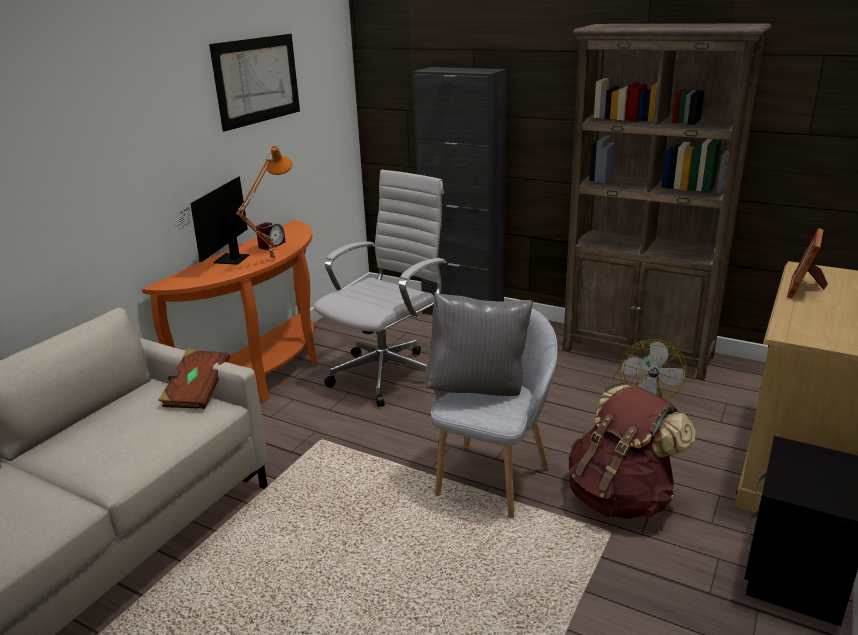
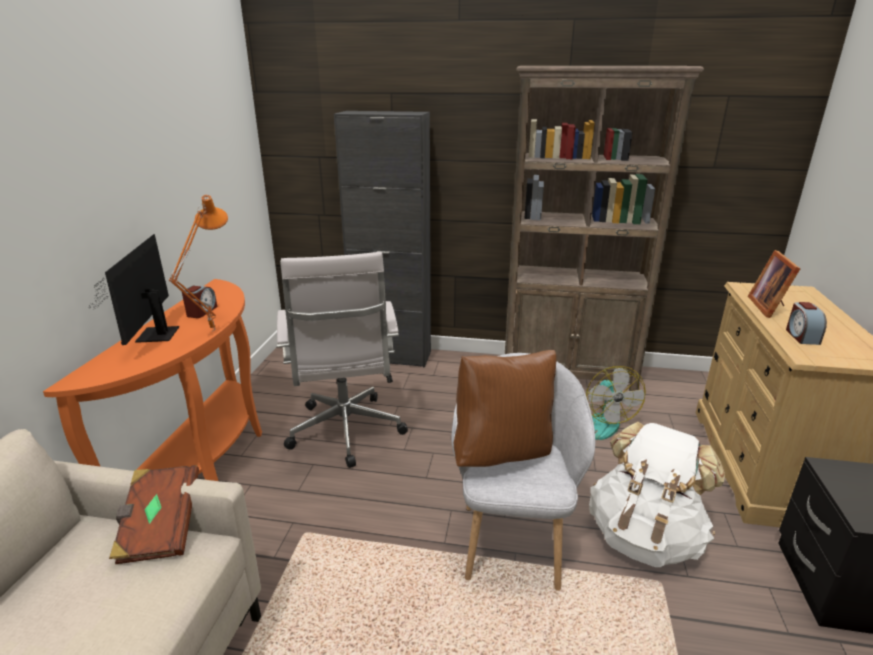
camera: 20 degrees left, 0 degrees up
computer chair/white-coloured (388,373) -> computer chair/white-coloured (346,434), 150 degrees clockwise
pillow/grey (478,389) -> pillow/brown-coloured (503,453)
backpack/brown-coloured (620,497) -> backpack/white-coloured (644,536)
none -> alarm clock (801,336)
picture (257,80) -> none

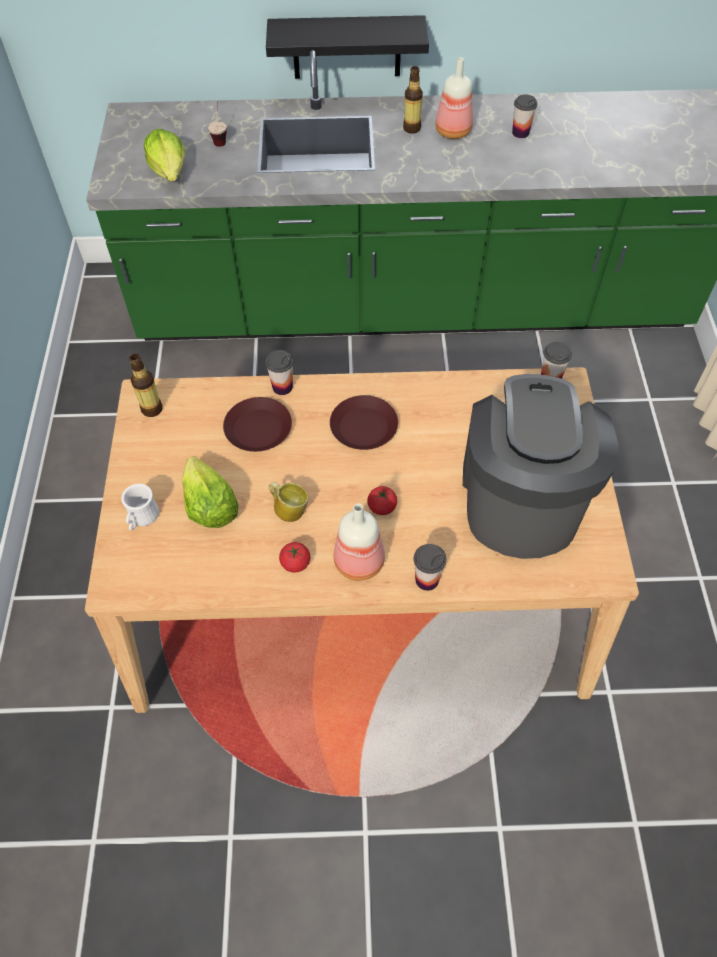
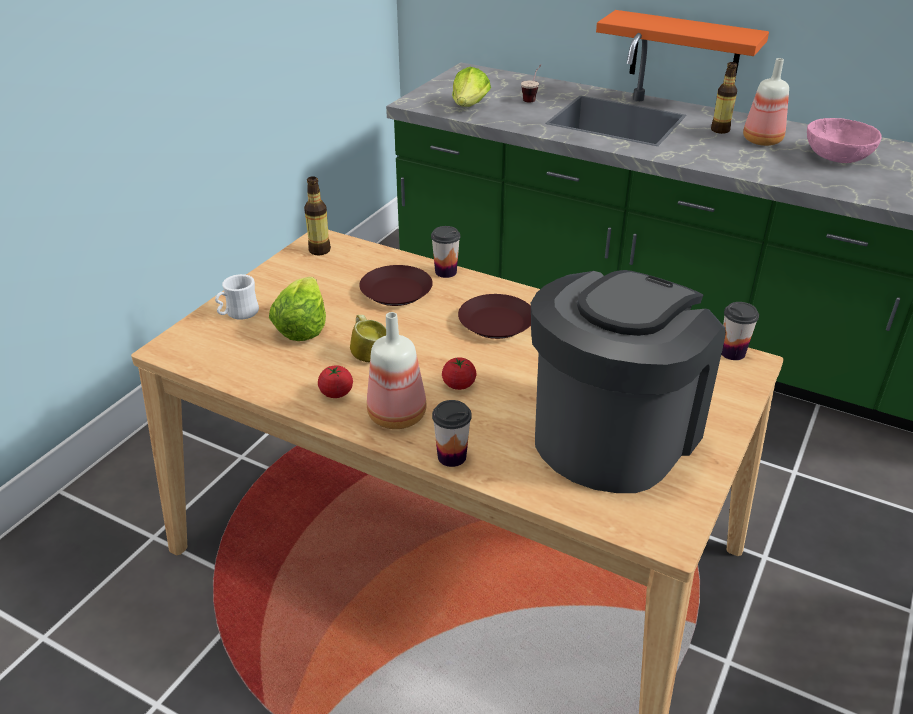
camera: 30 degrees right, 20 degrees down
shelf/blackish (346,47) -> shelf/orangey (685,51)
cup (520,133) -> serving bowl/pink (836,157)

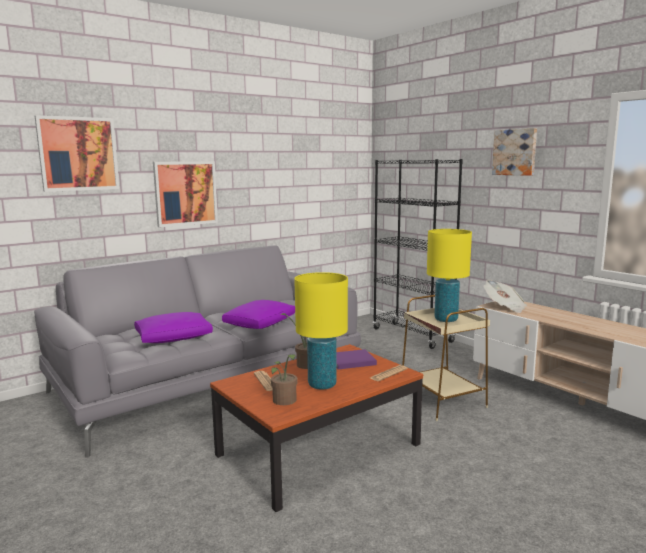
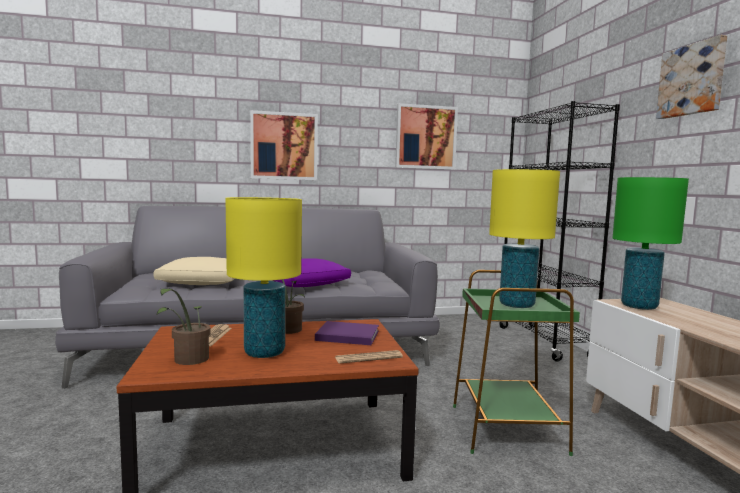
camera: 25 degrees right, 5 degrees down
pillow/purple (174,337) -> pillow/beige (203,283)
picture (78,154) -> picture (425,137), move
accent table/beige (442,402) -> accent table/greenish (506,429)
daily paper (504,307) -> lamp for a table/greenish (639,306)

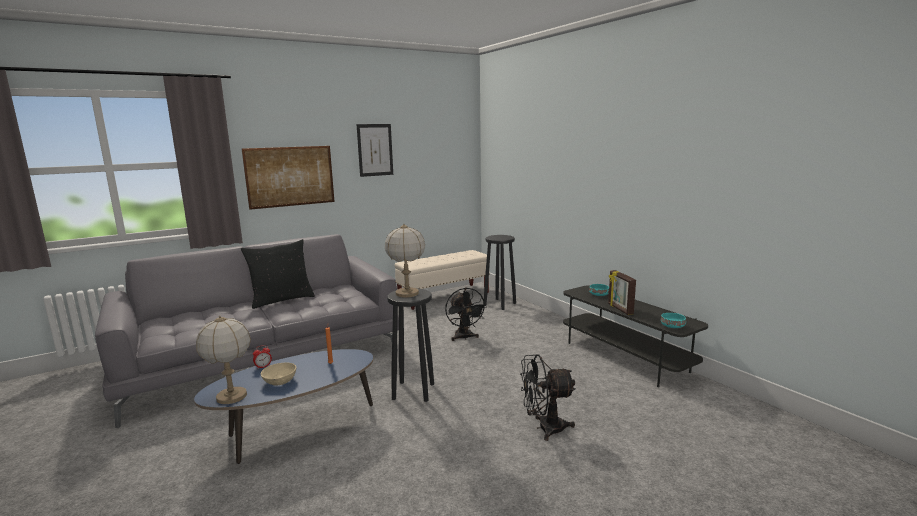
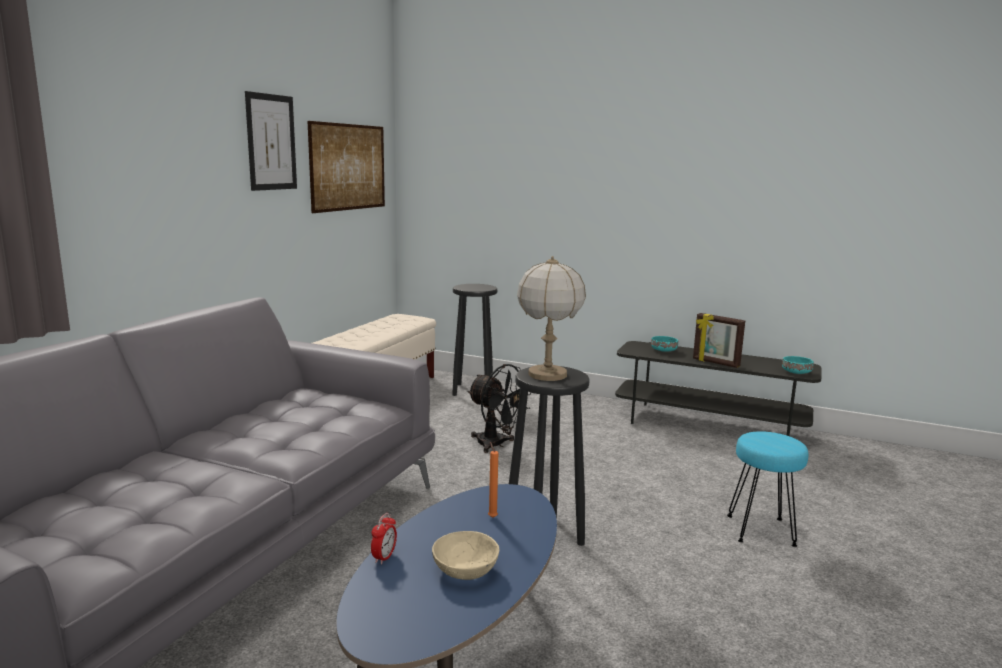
camera: 35 degrees left, 0 degrees up
picture (290,176) -> picture (348,167), move
fan/blackish (544,428) -> stool/blue-green (761,530)
lamp for a table (232,397) -> none
pillow/blackish (281,300) -> none

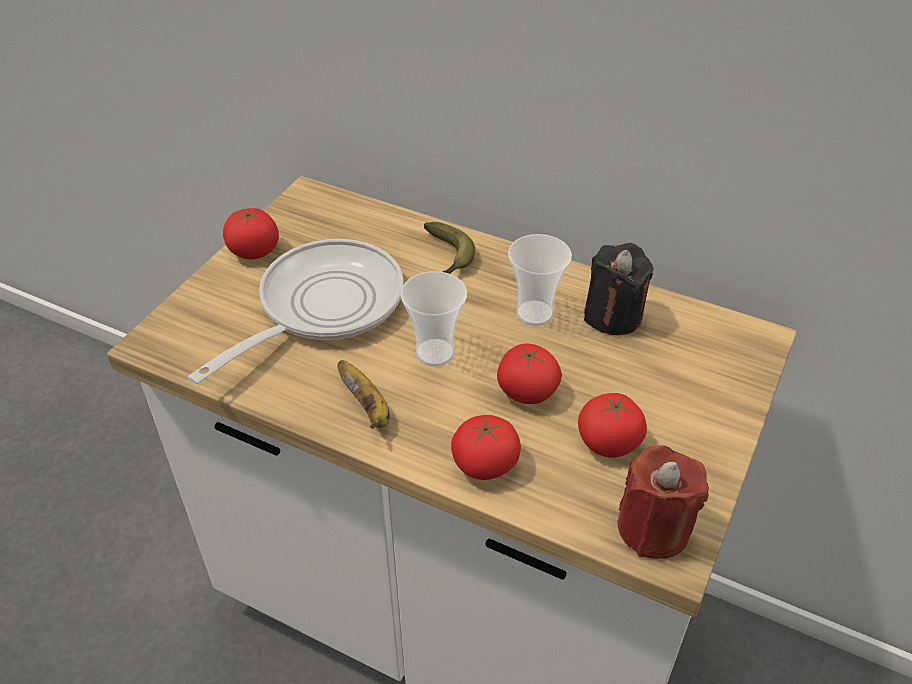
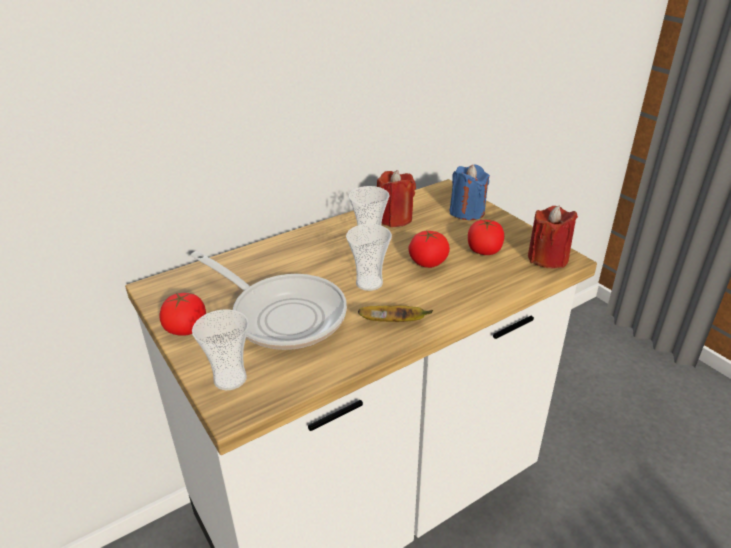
camera: 60 degrees left, 10 degrees down
frying pan (322,307) -> frying pan (282,314), 150 degrees clockwise
none -> cup (230,379)
wax light/blackish (613,316) -> wax light/red-coloured (394,218)
none -> wax light/bluish (467,212)
banana fruit (449,257) -> none
whole tomato (485,464) -> none

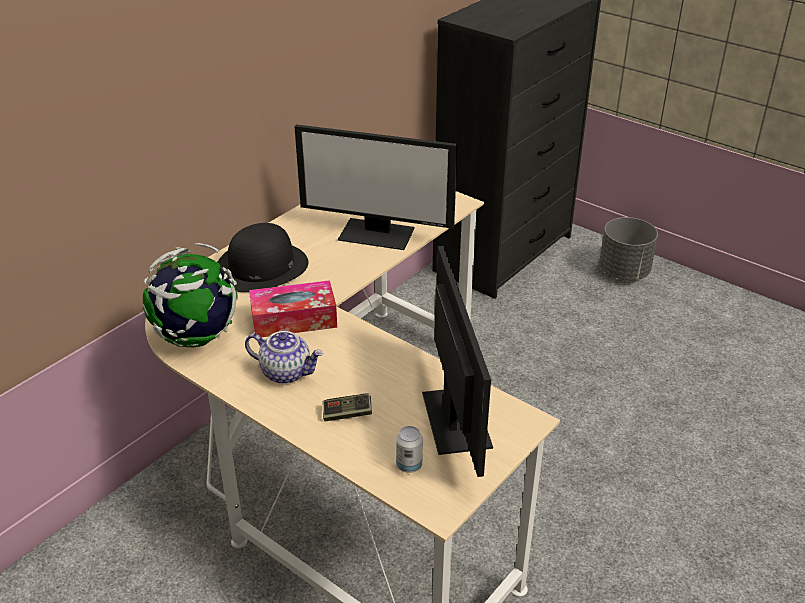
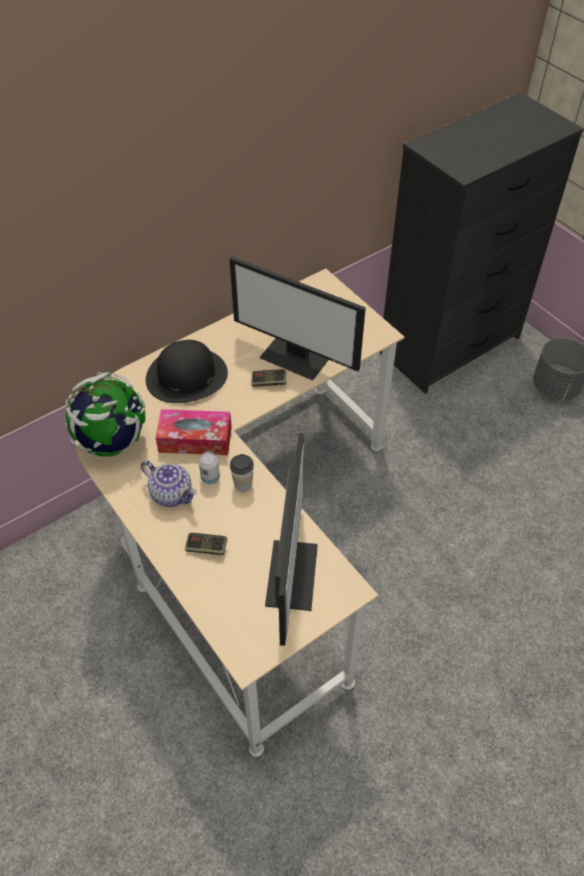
camera: 15 degrees right, 15 degrees up
metal can (409,465) -> metal can (210,478), move
none -> cup (243,484)
none -> game controller (269,382)

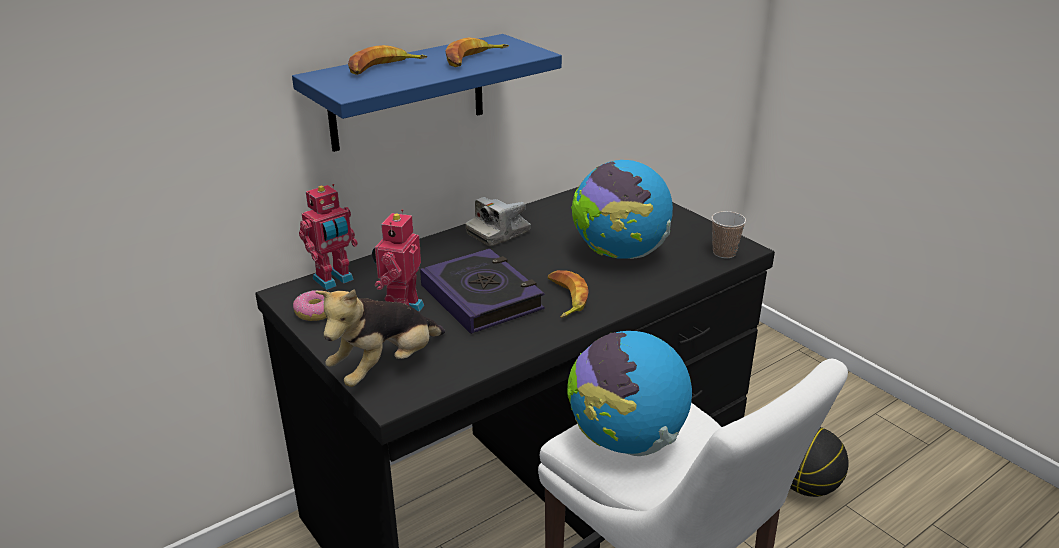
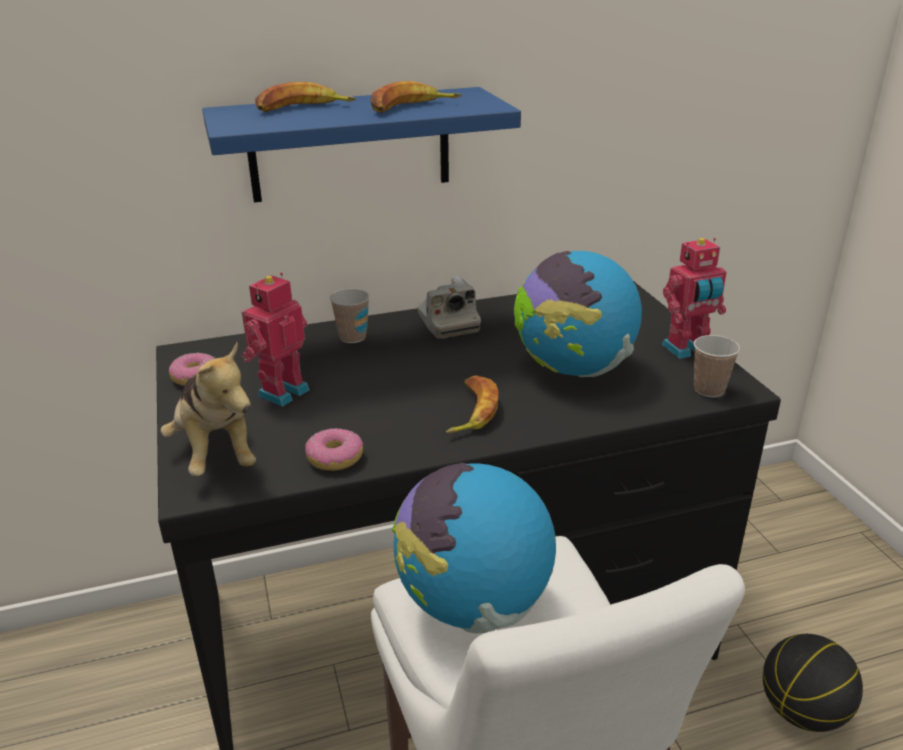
camera: 20 degrees right, 0 degrees up
soft toy (385,367) -> soft toy (216,452), 90 degrees counterclockwise
none -> doughnut (335,458)
none -> cup (352,337)
photo camera (498,233) -> photo camera (448,323), 90 degrees counterclockwise
model robot (334,280) -> model robot (687,350), move
book (482,297) -> none

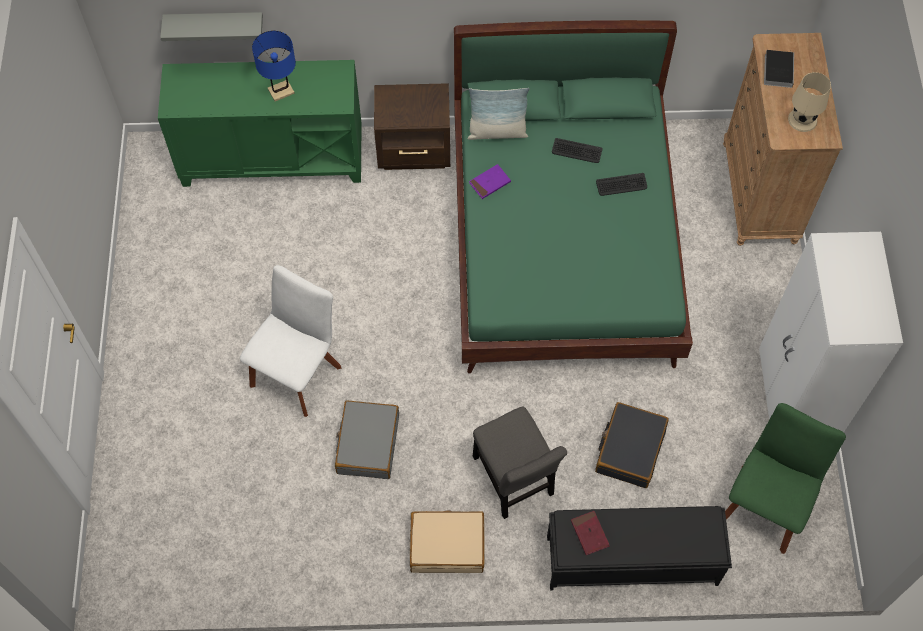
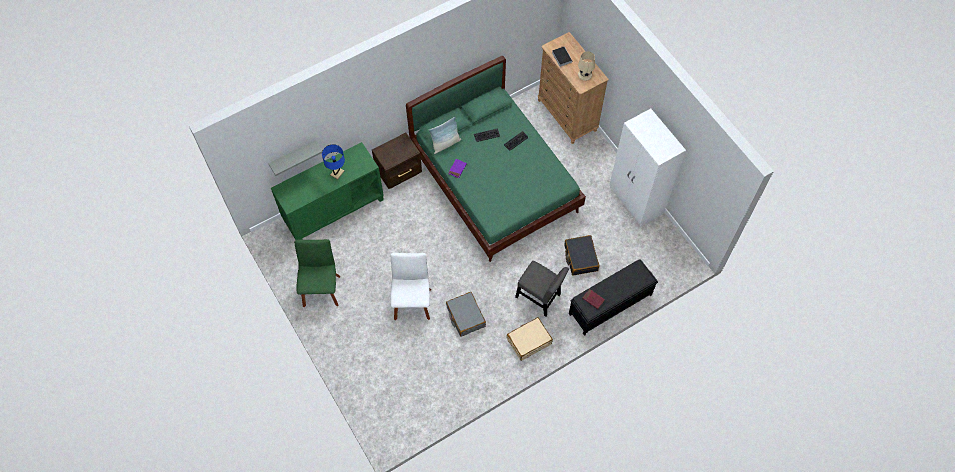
camera: 30 degrees left, 0 degrees up
chair/greenish (766,504) -> chair/greenish (321,288), move

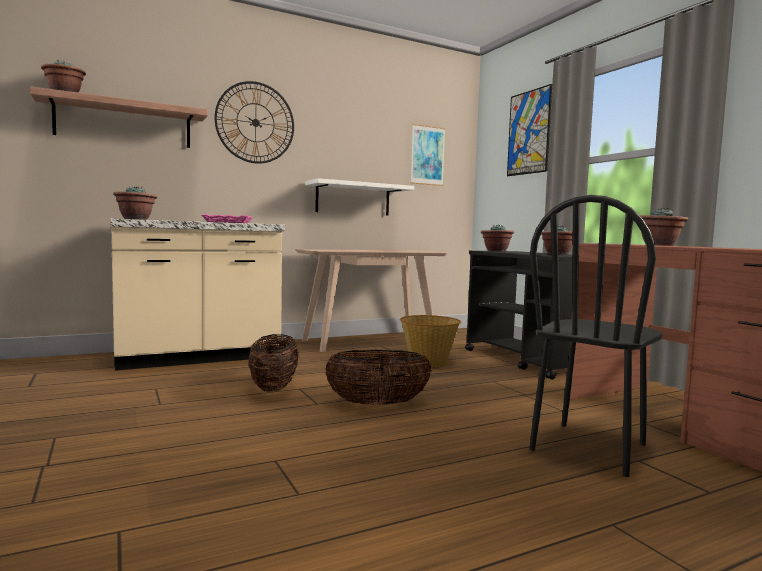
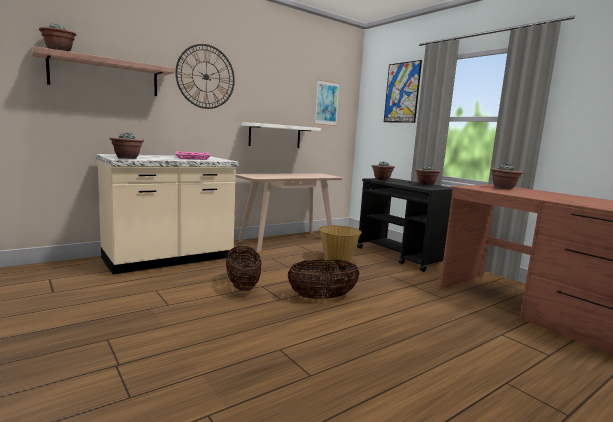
camera: 10 degrees left, 5 degrees up
chair/blackish (589,447) -> none

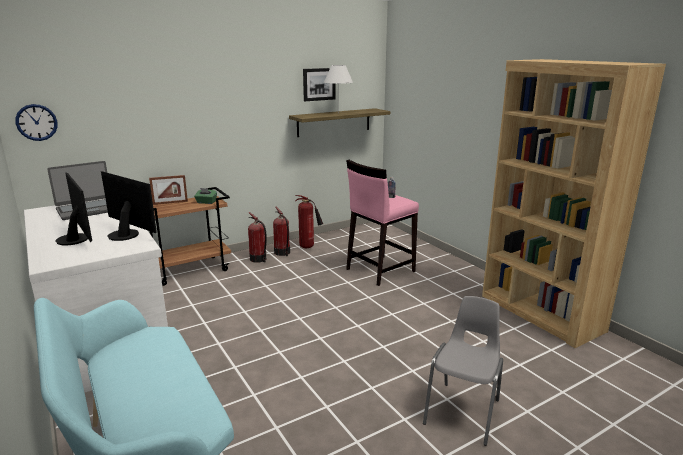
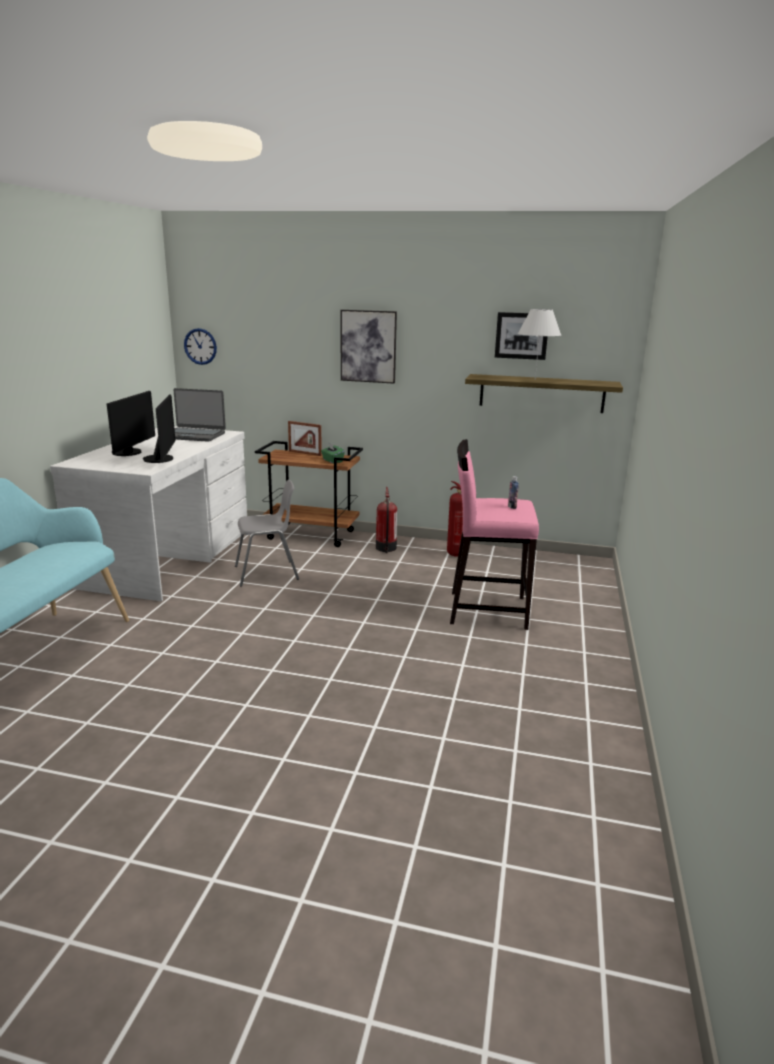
camera: 45 degrees right, 0 degrees up
chair/grey (463,412) -> chair/grey (267,573), move
none -> picture (368,346)
extinguisher (282,253) -> none
shelving unit/brown-coloured (540,313) -> none

